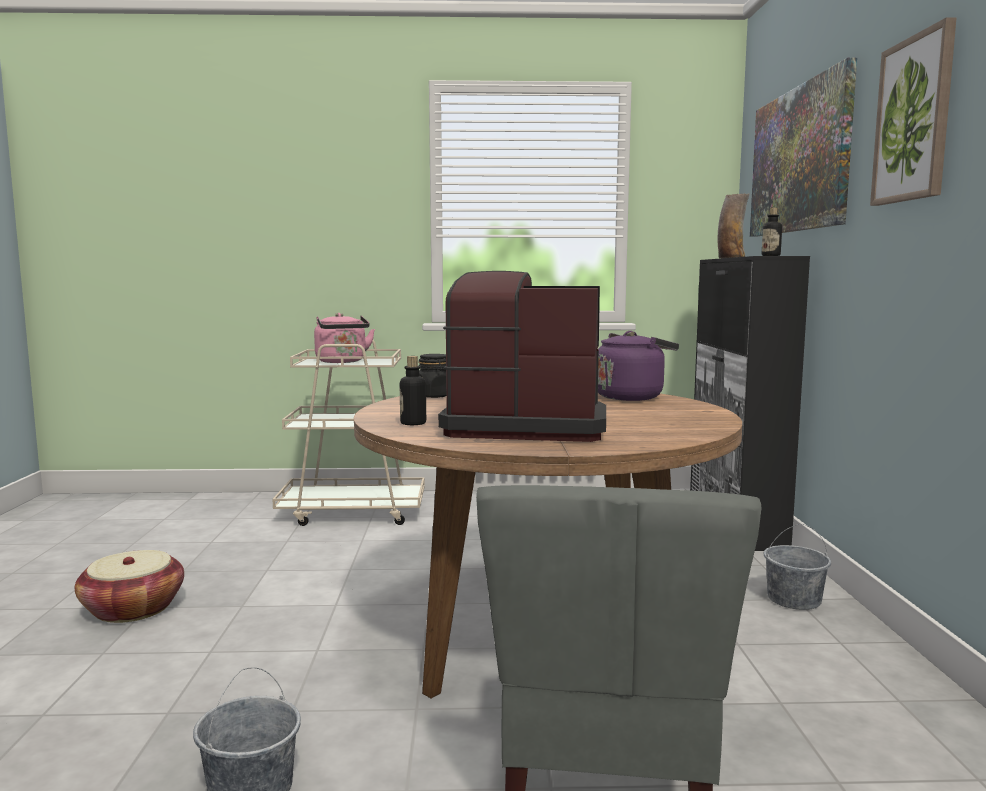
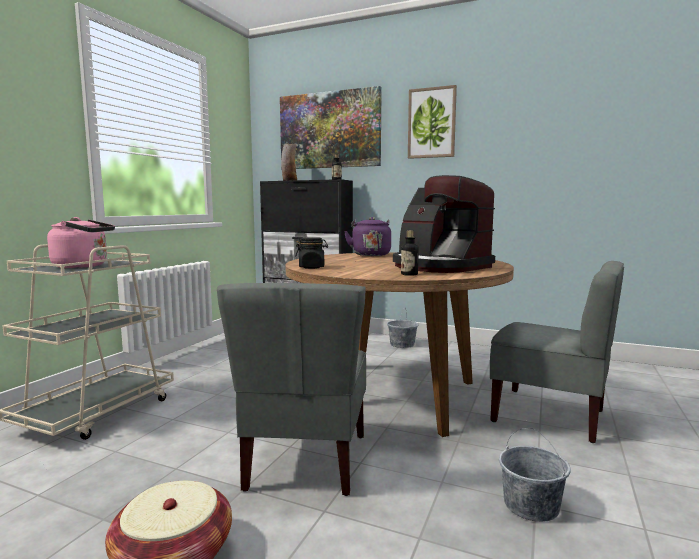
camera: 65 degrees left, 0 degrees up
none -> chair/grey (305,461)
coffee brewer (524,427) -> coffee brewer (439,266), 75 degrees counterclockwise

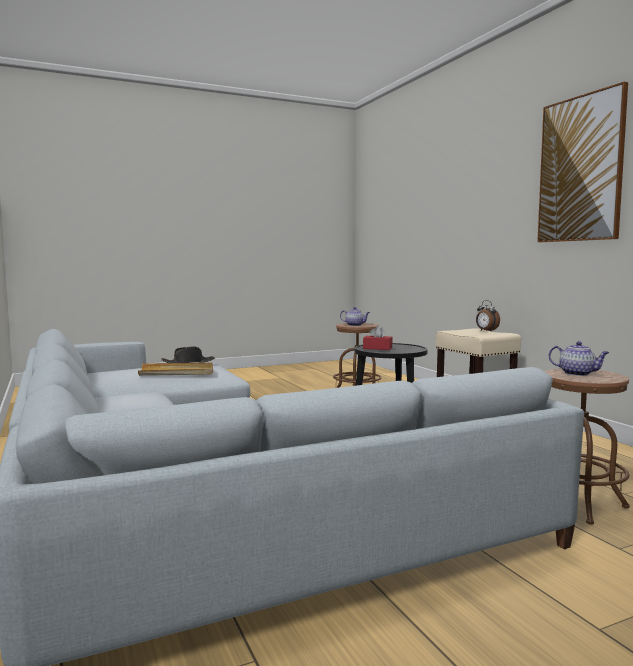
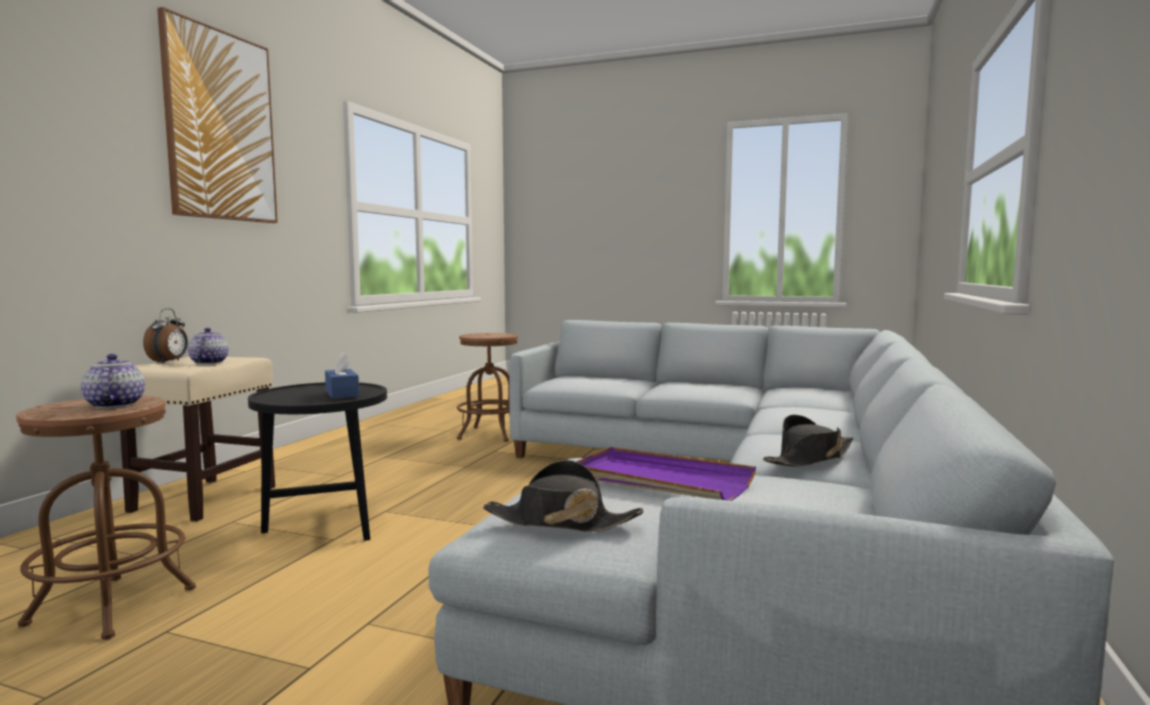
camera: 135 degrees left, 0 degrees up
teapot (578,374) -> teapot (209,362), move
tissue box/red-coloured (377,348) -> tissue box/bluish (342,393)
carrying tray/beige (177,372) -> carrying tray/purple (660,480)
none -> hat/blackish (809,458)

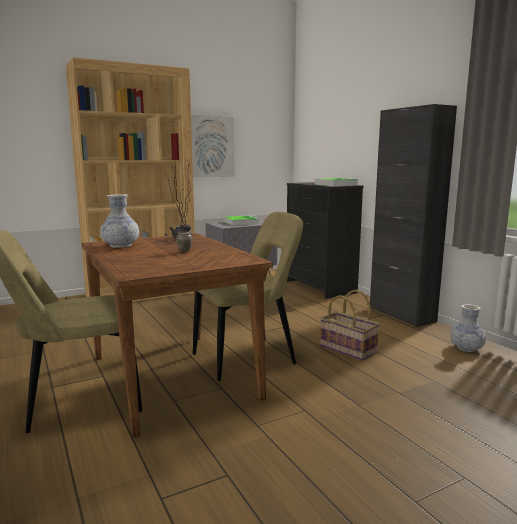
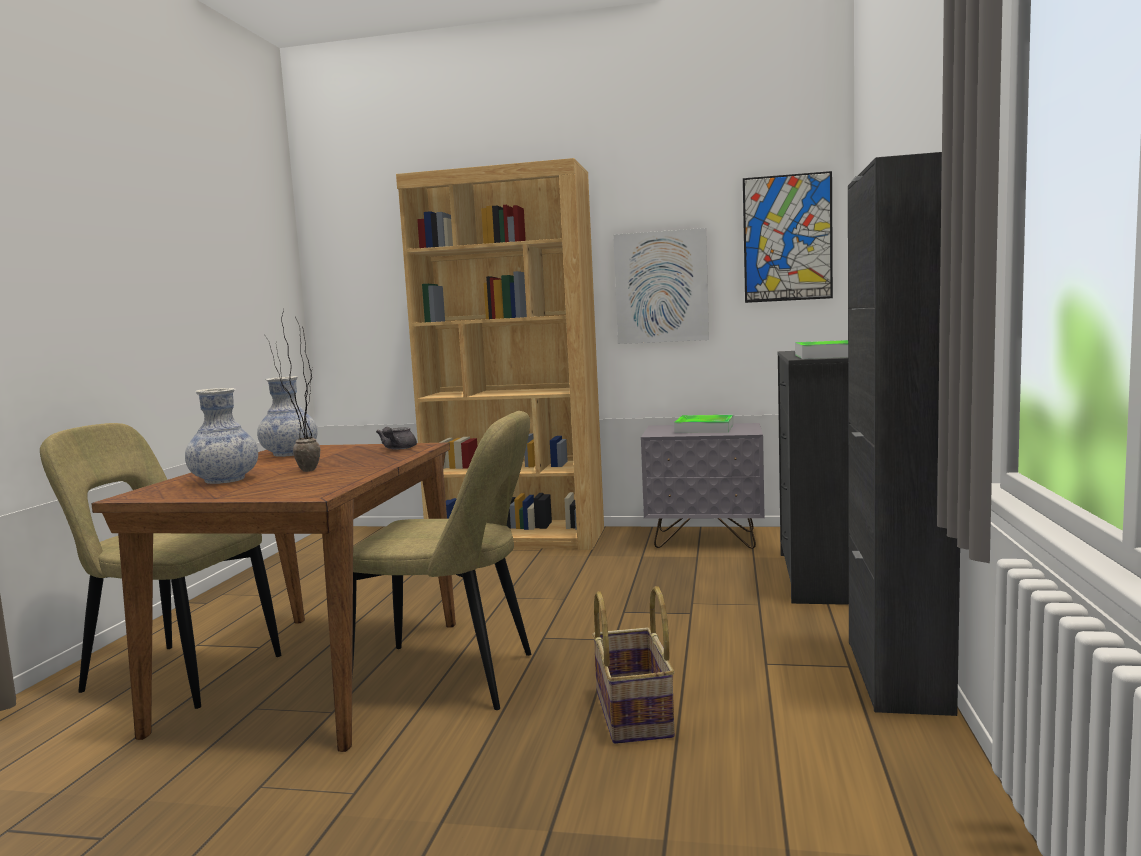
camera: 40 degrees right, 5 degrees down
vase (466,348) -> vase (225,480), move
none -> picture (787,238)

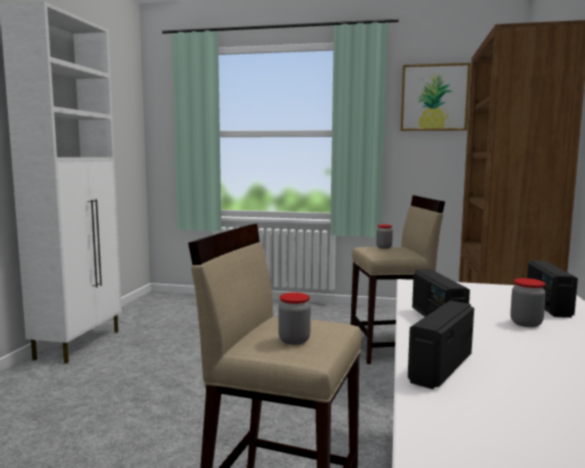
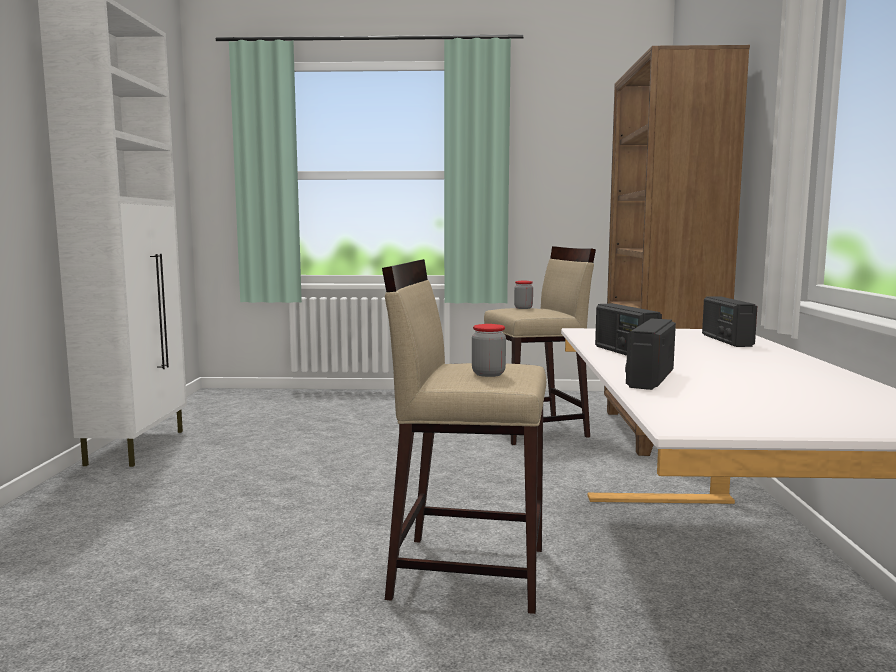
camera: 10 degrees left, 0 degrees up
picture (434,97) -> none
jar (526,323) -> none

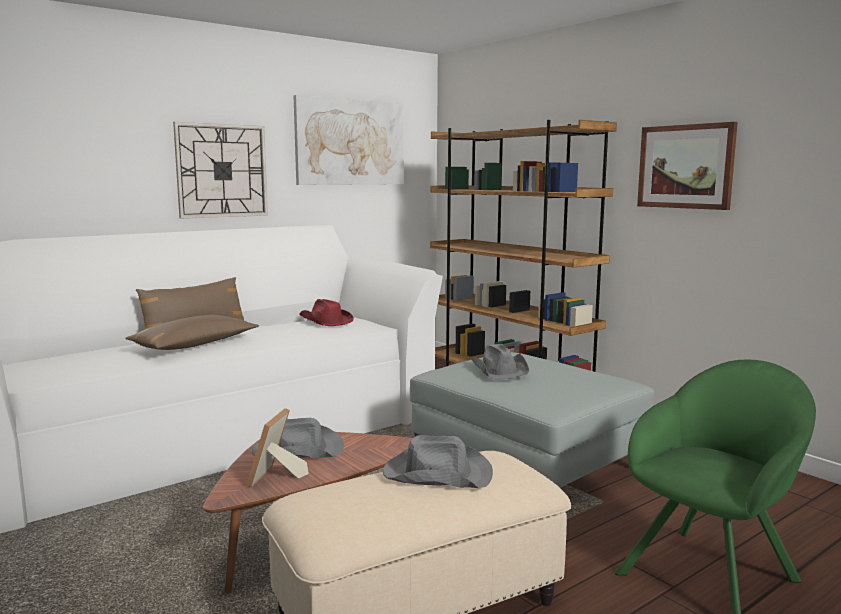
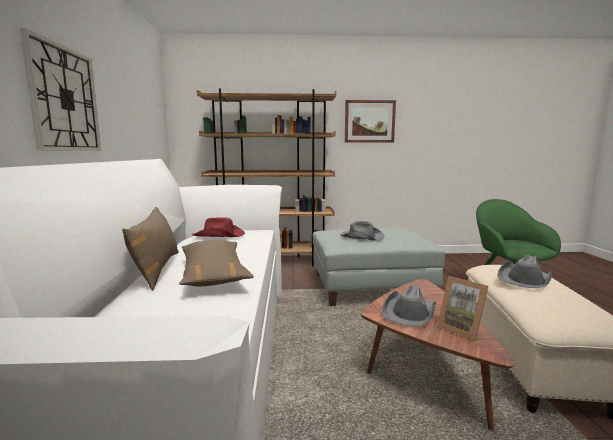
camera: 55 degrees left, 0 degrees up
picture (350,142) -> none

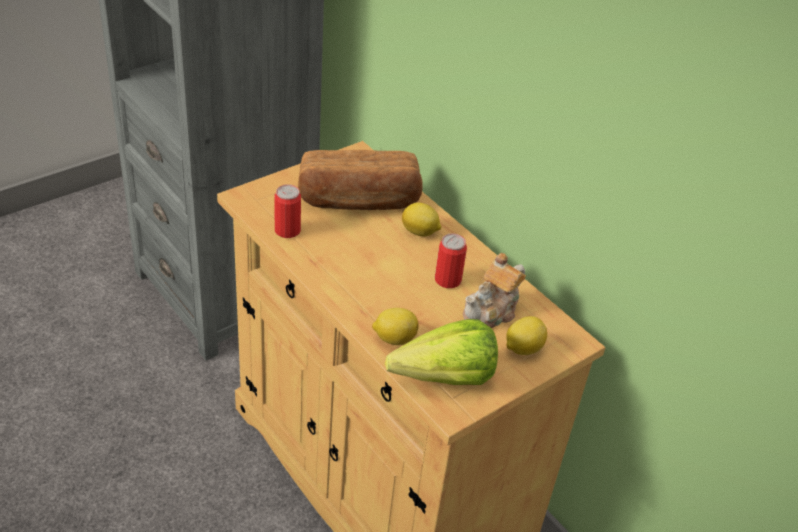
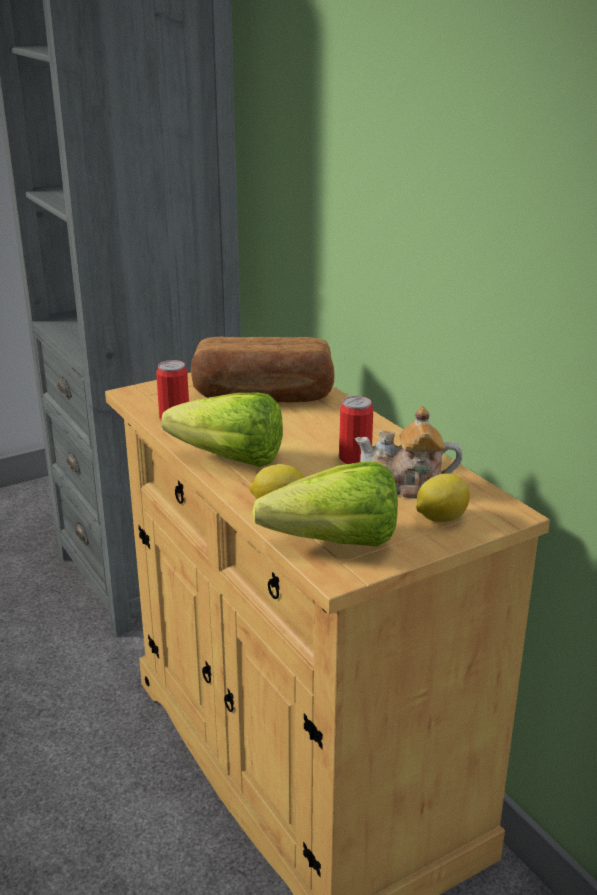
camera: 10 degrees right, 15 degrees down
none -> lettuce head (222,458)
teapot (492,311) -> teapot (405,485), 45 degrees clockwise
lemon (420,232) -> none

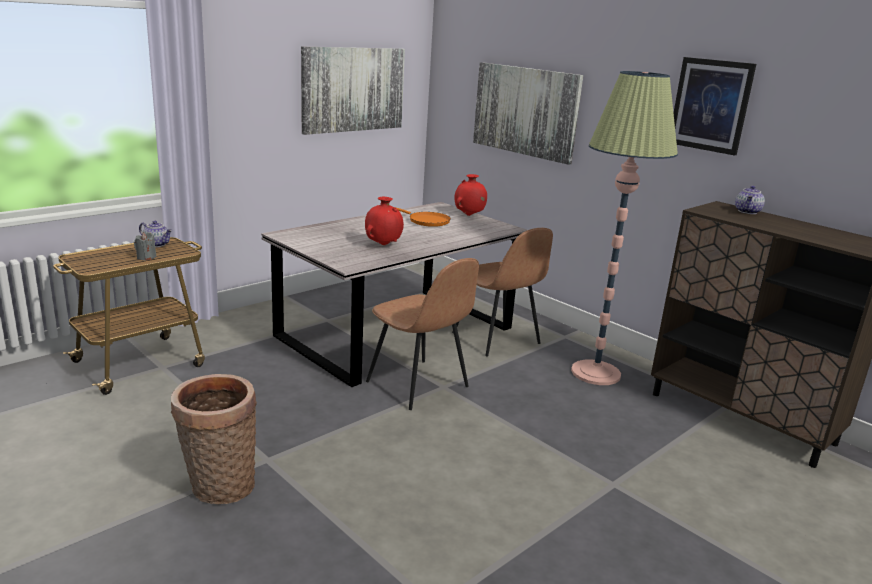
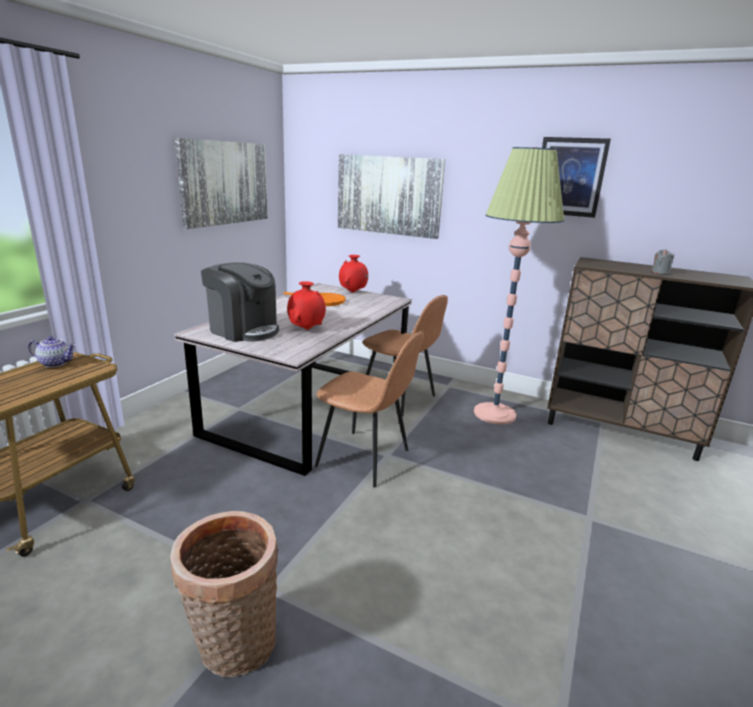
camera: 20 degrees left, 0 degrees up
none -> coffee brewer (243,330)
wax light/grey (146,257) -> wax light/grey (660,273), move
teapot (748,212) -> none

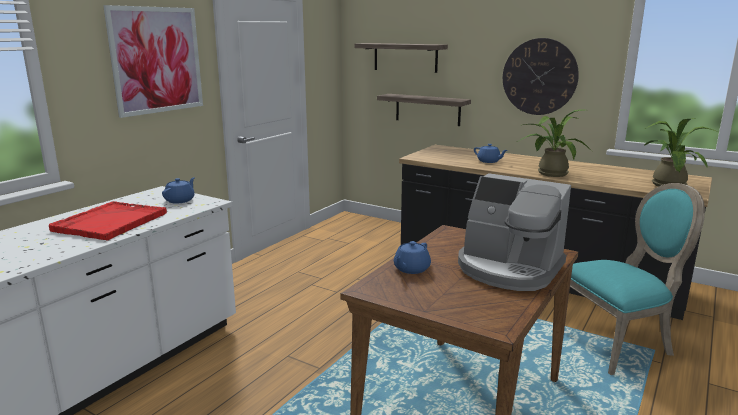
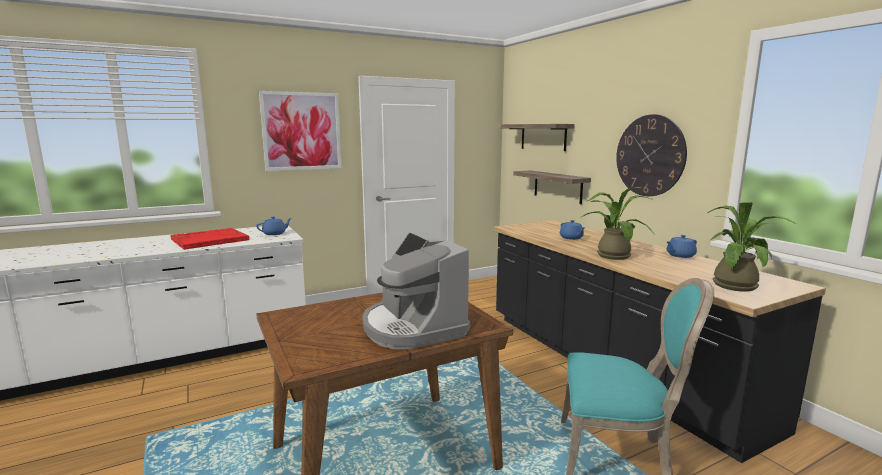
camera: 30 degrees right, 5 degrees down
teapot/bluish (411,269) -> teapot/bluish (680,255), move

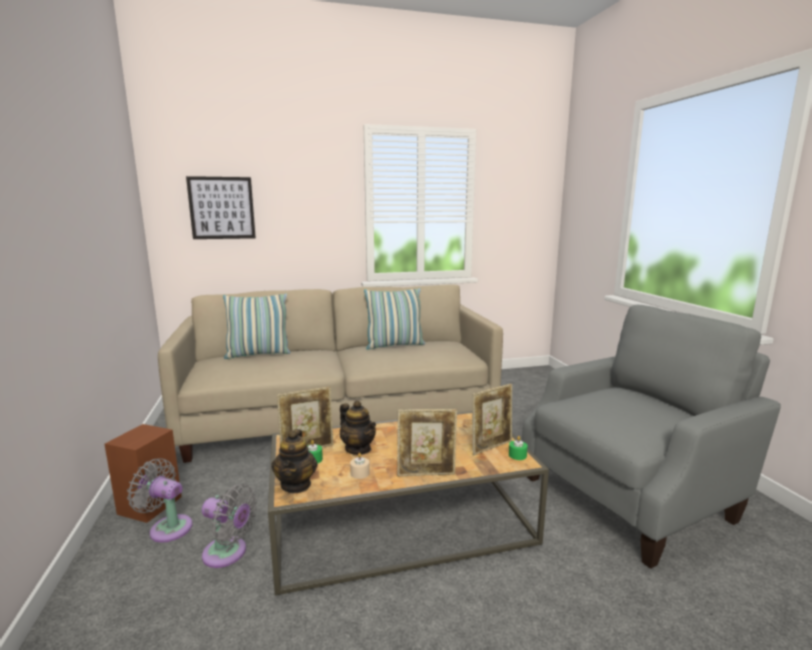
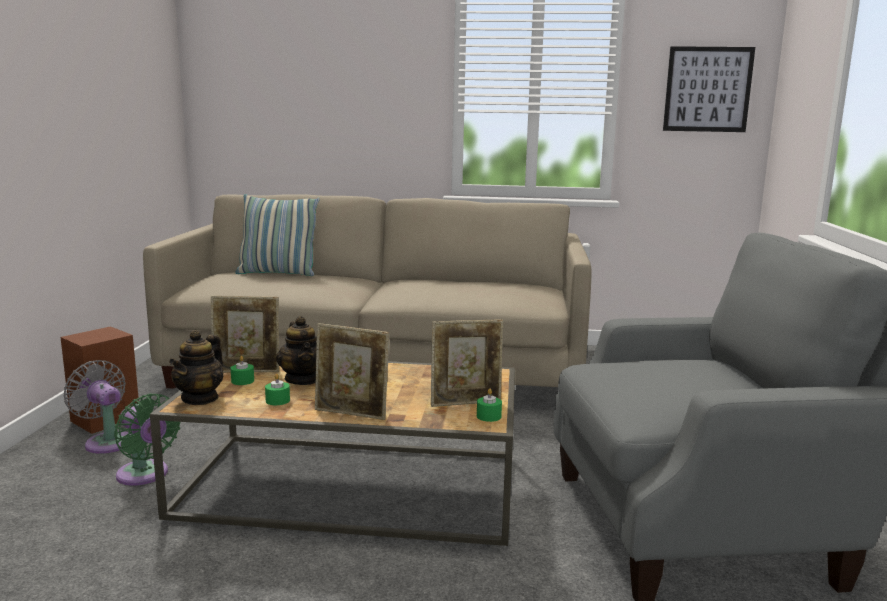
camera: 20 degrees right, 0 degrees up
fan/grey (228,553) -> fan/greenish (145,475)
wax light/beige (360,473) -> wax light/greenish (277,400)
picture (222,208) -> picture (707,89), move
pillow (394,345) -> none

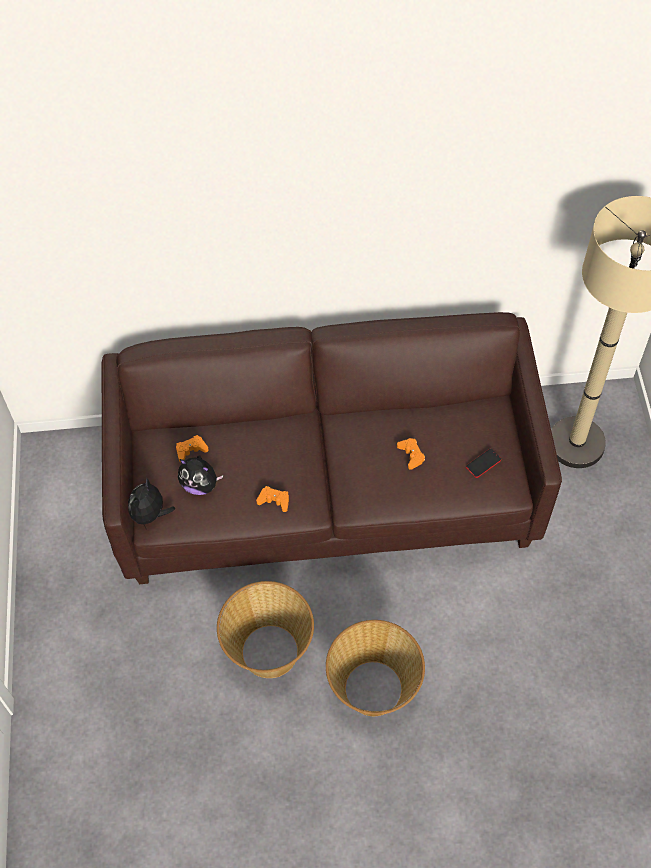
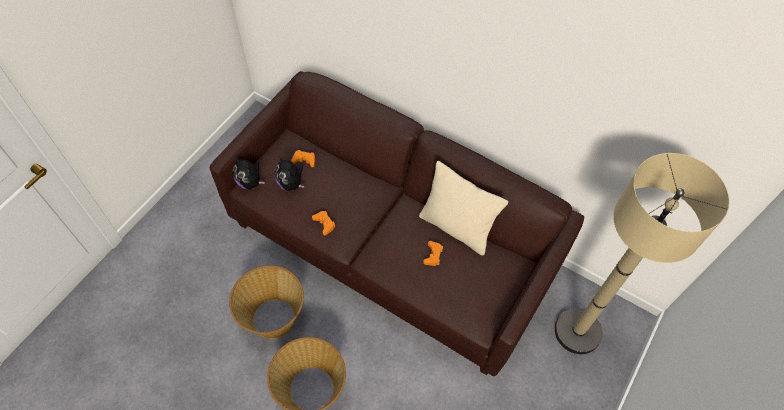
camera: 35 degrees right, 0 degrees up
soft toy (150,515) -> soft toy (250,182), 105 degrees counterclockwise
none -> pillow/beige (456,228)
handset (483,463) -> none

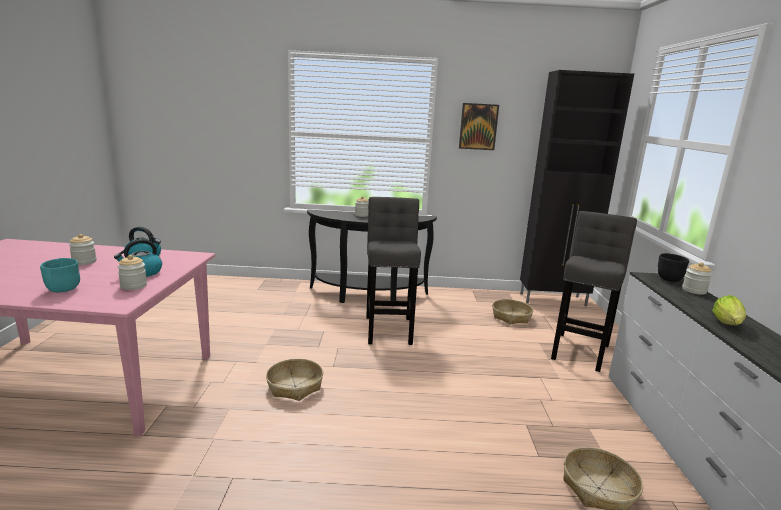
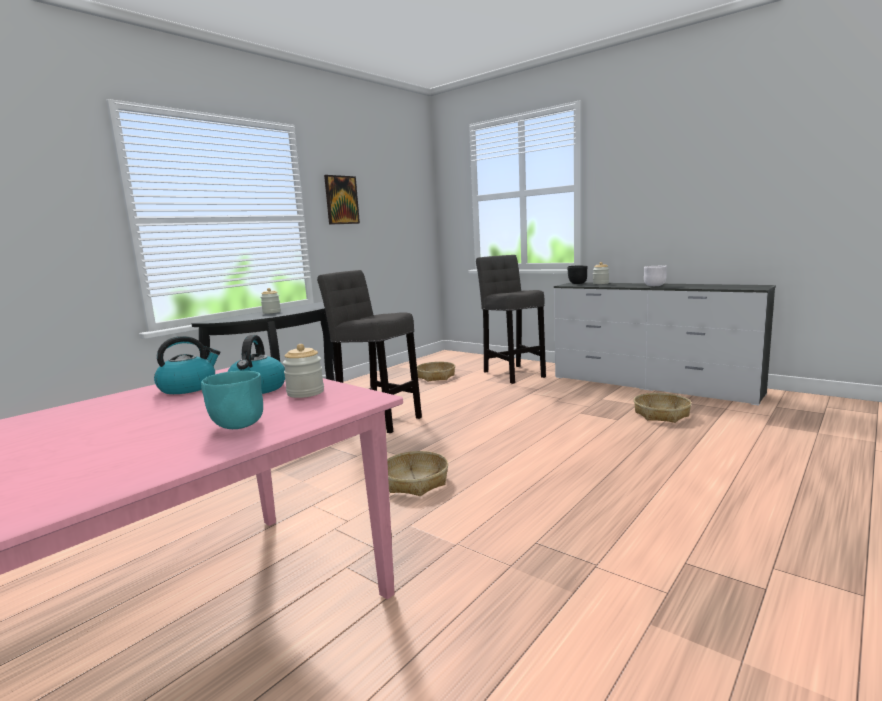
camera: 50 degrees left, 5 degrees down
lettuce head (728,324) -> serving bowl/white-coloured (654,286)
jar (84,262) -> none
storage cabinet/blackish (554,300) -> none

